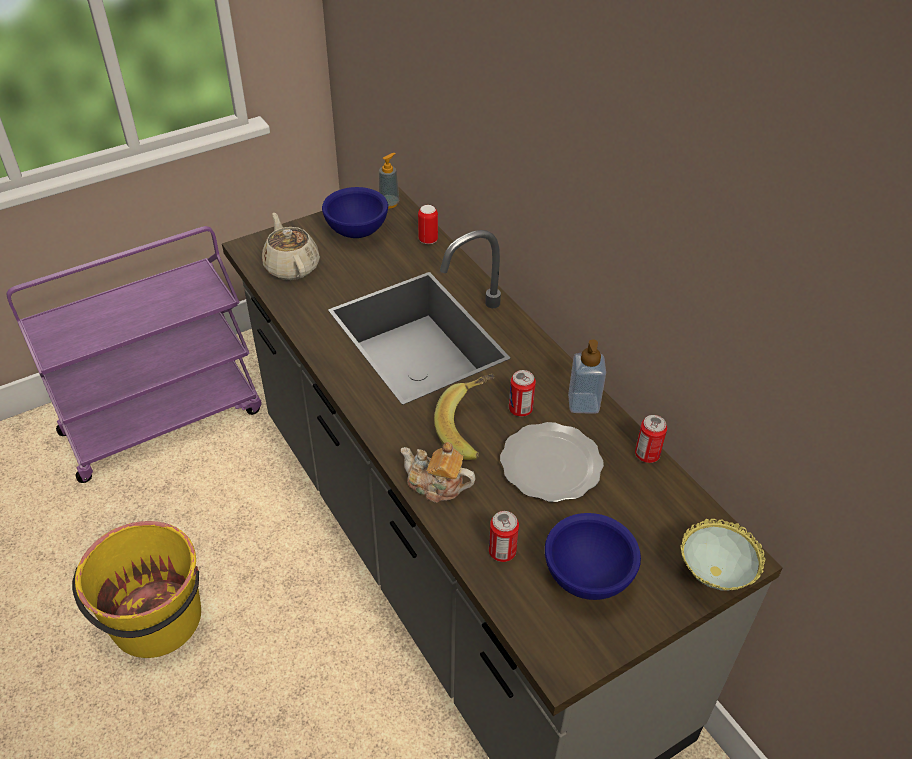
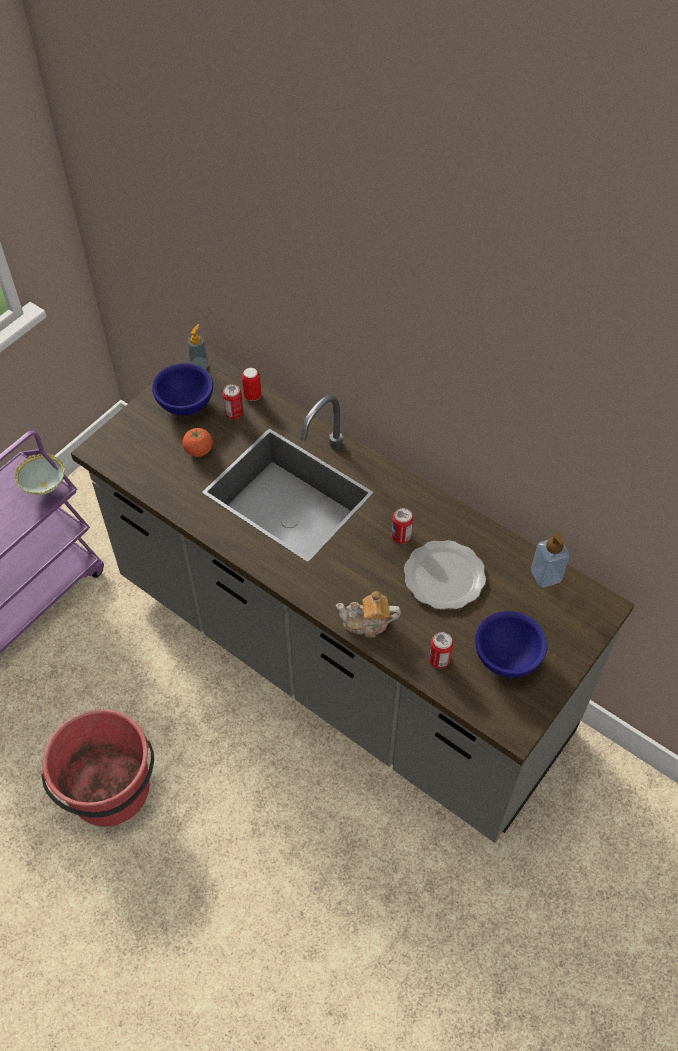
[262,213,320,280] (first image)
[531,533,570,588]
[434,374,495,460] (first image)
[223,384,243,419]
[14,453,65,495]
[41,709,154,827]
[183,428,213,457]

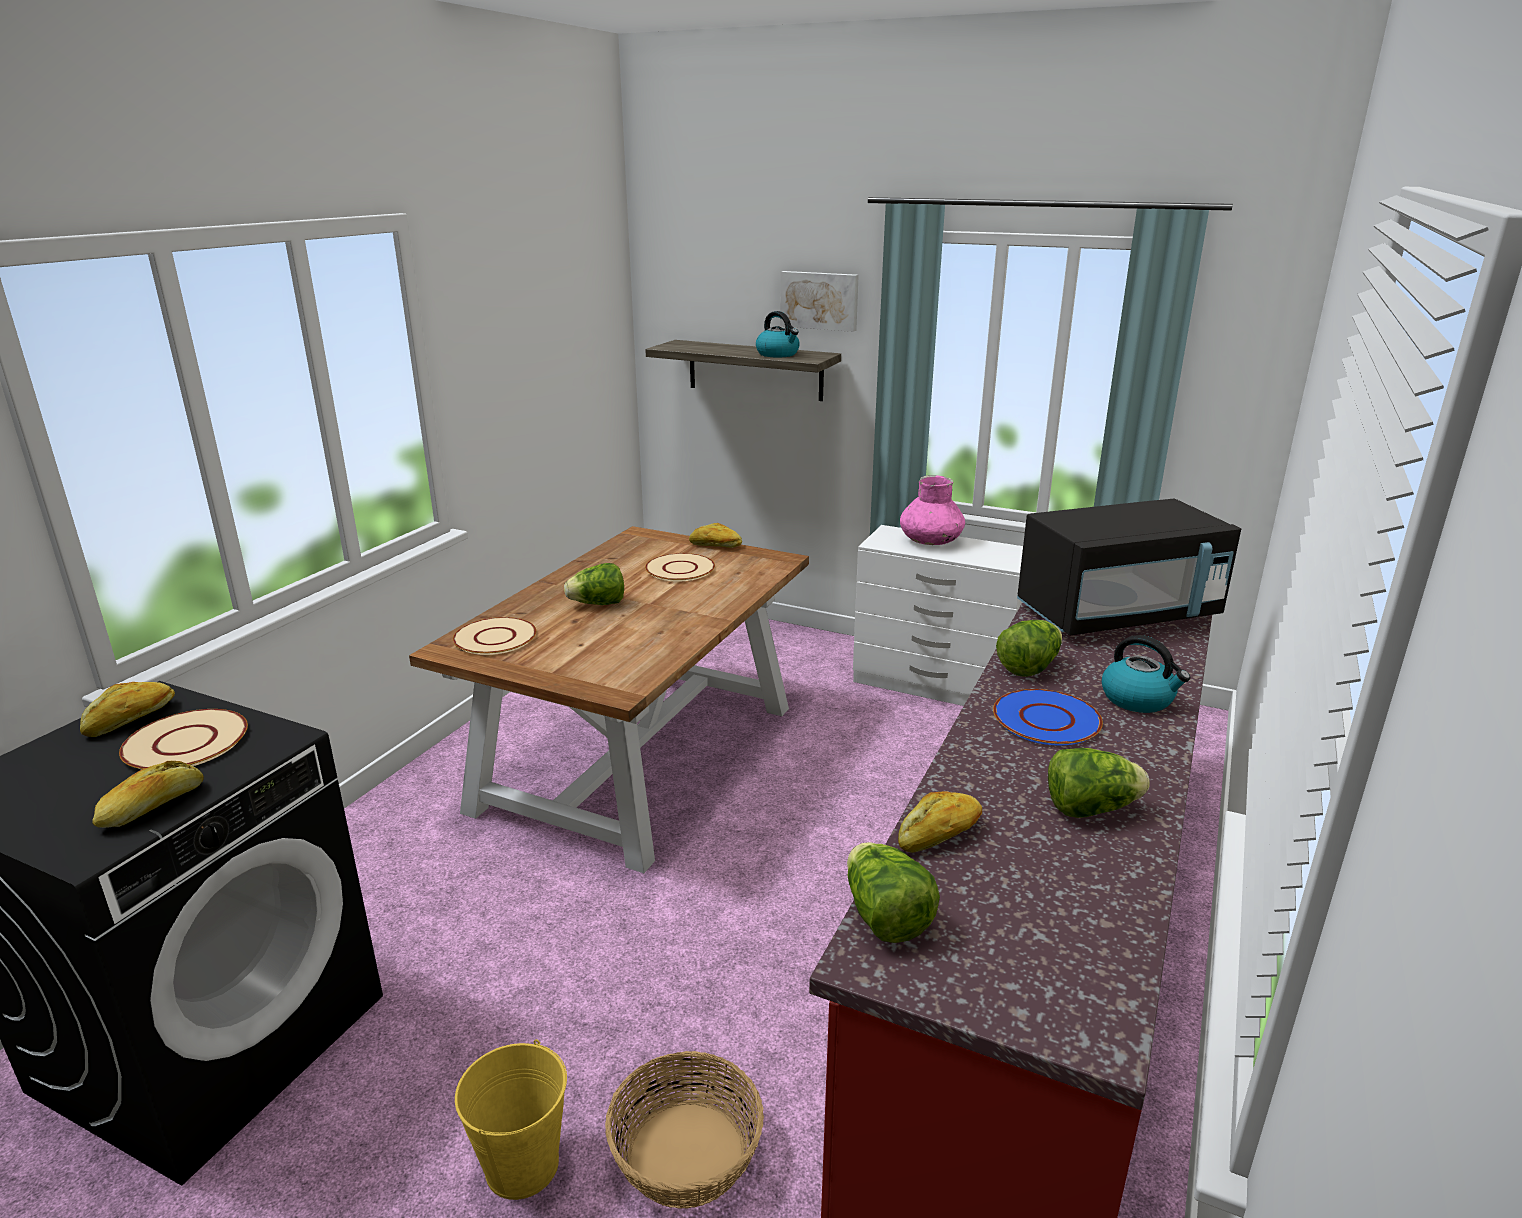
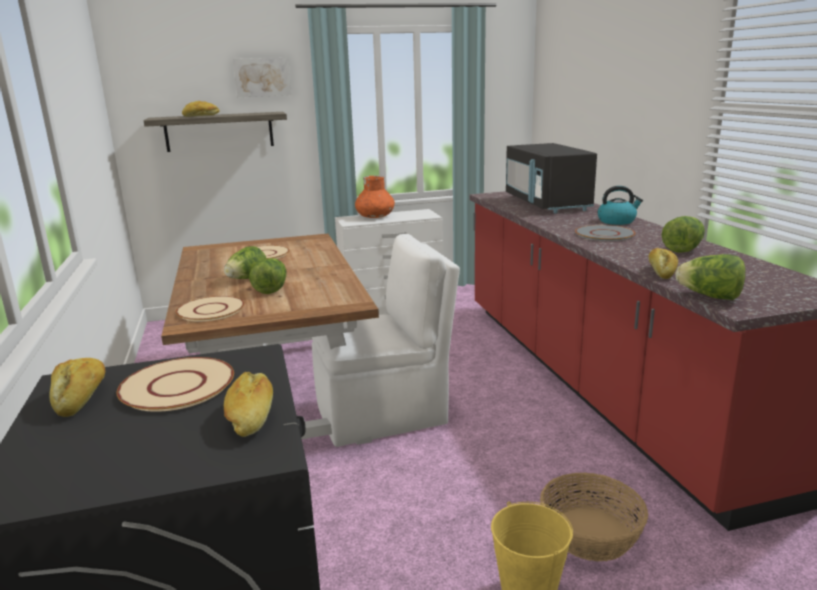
[756,311,800,358] (first image)
[355,175,395,218]
[506,143,597,213]
[182,101,220,117]
[249,258,286,294]
[575,225,636,241]
[312,234,460,447]

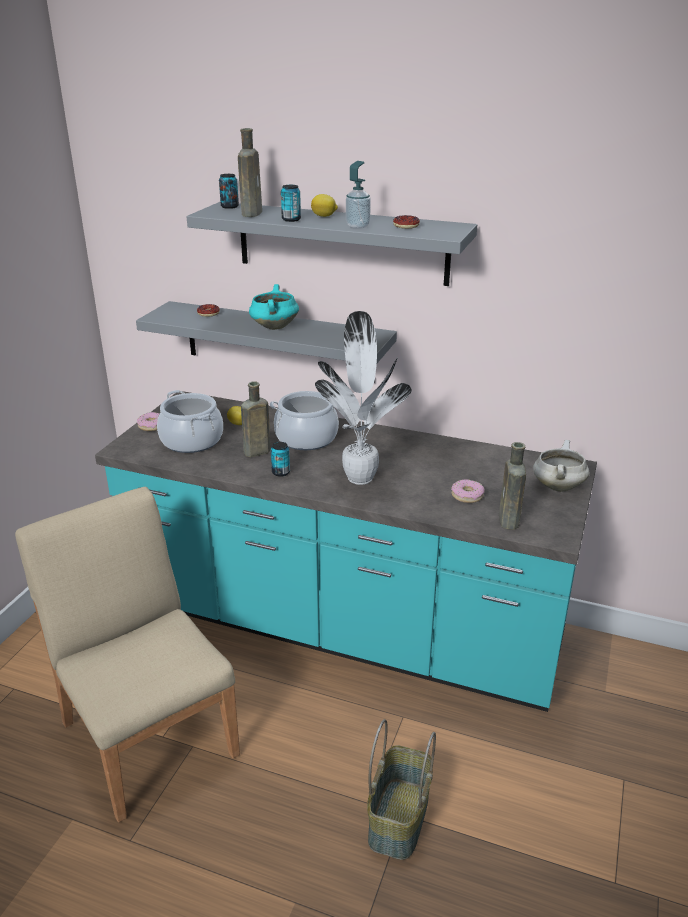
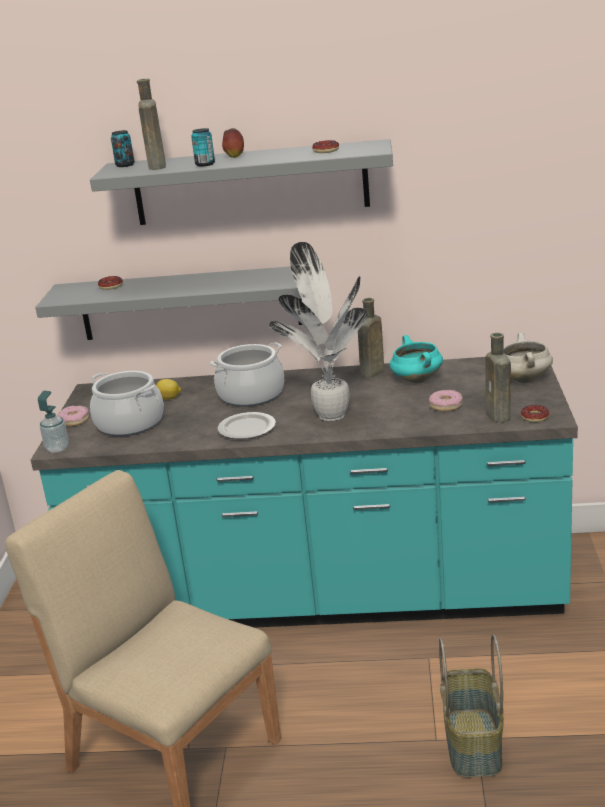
[38,391,69,453]
[222,128,244,158]
[390,335,443,383]
[358,298,384,378]
[218,412,276,439]
[521,405,549,422]

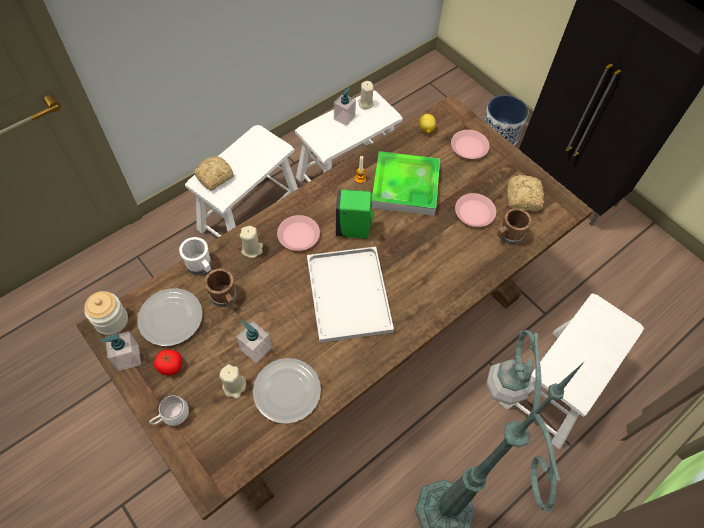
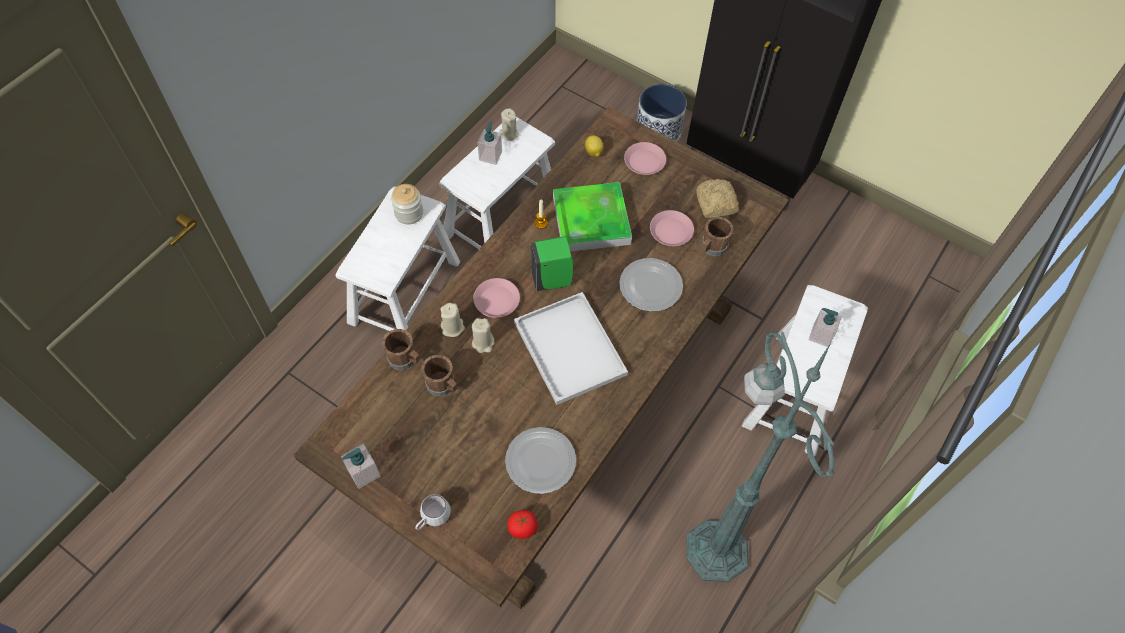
[194,156,234,191] (first image)
[382,329,420,370]
[619,258,683,312]
[391,184,423,224]
[809,308,842,347]
[508,510,537,539]
[472,318,495,353]

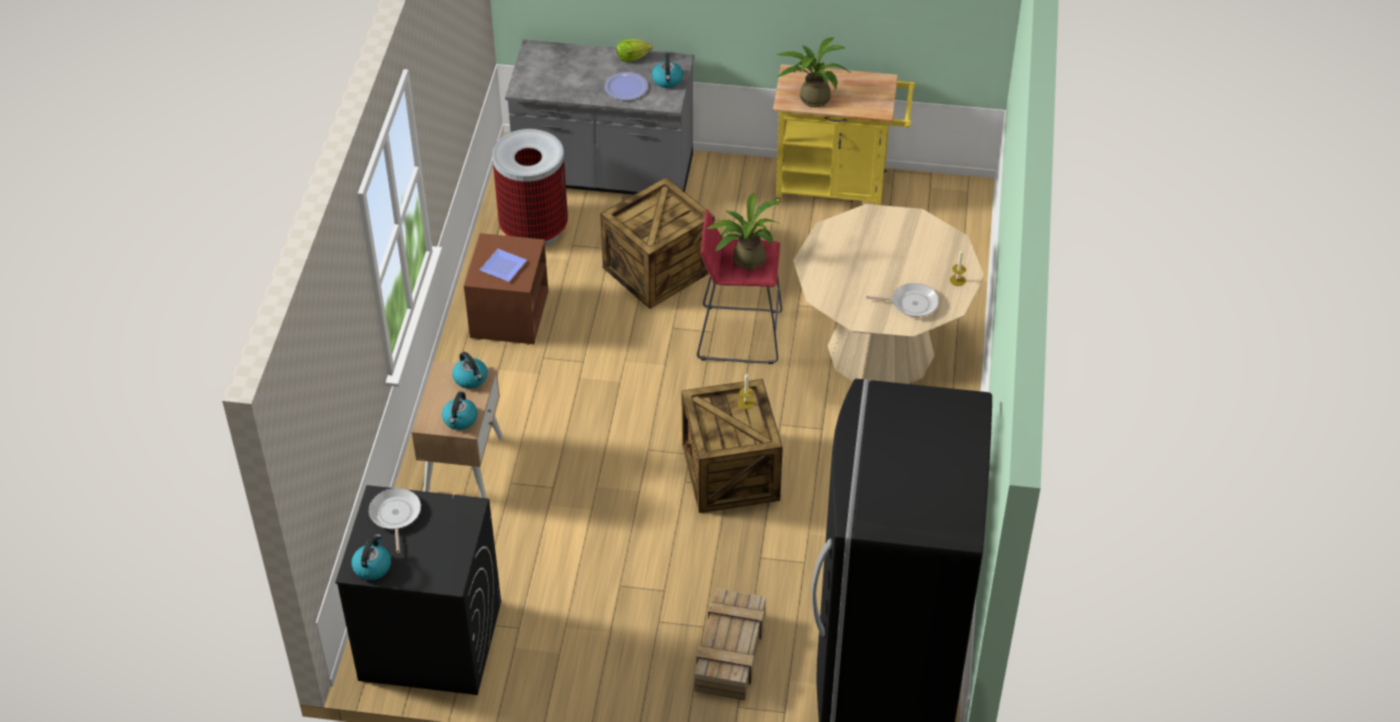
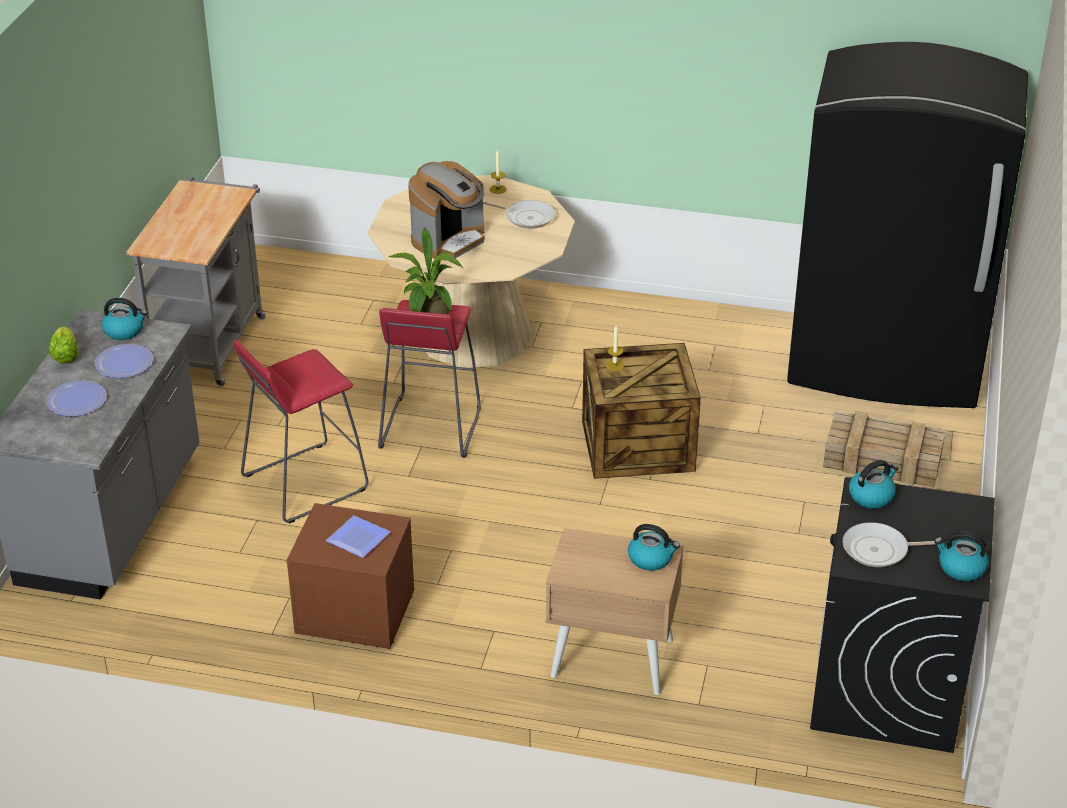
[777,38,852,107] (first image)
[126,177,266,387]
[492,129,568,246] (first image)
[233,340,368,523]
[483,200,555,229]
[849,460,898,509]
[408,161,485,259]
[46,380,107,417]

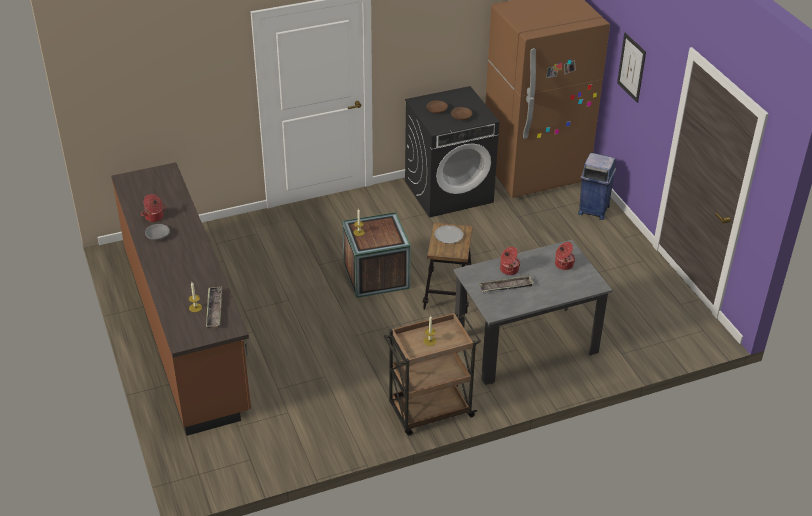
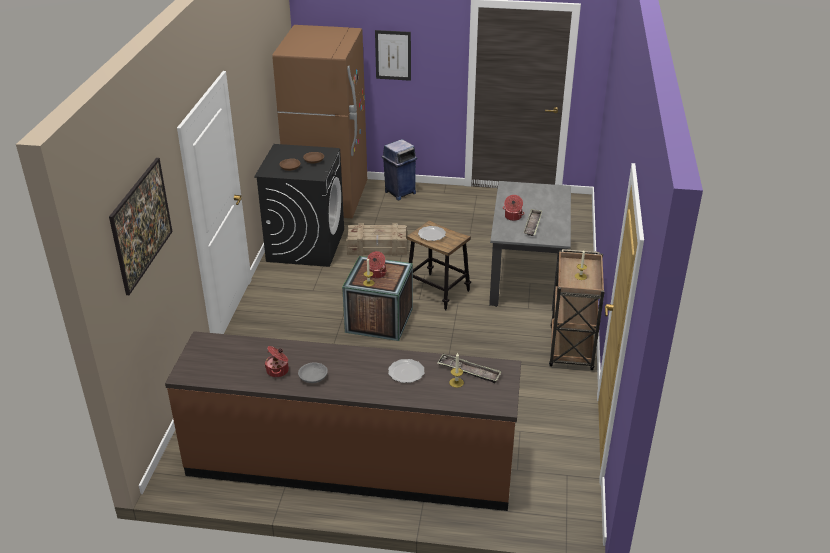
[367,251,387,278]
[109,158,172,295]
[346,223,407,256]
[388,359,425,383]

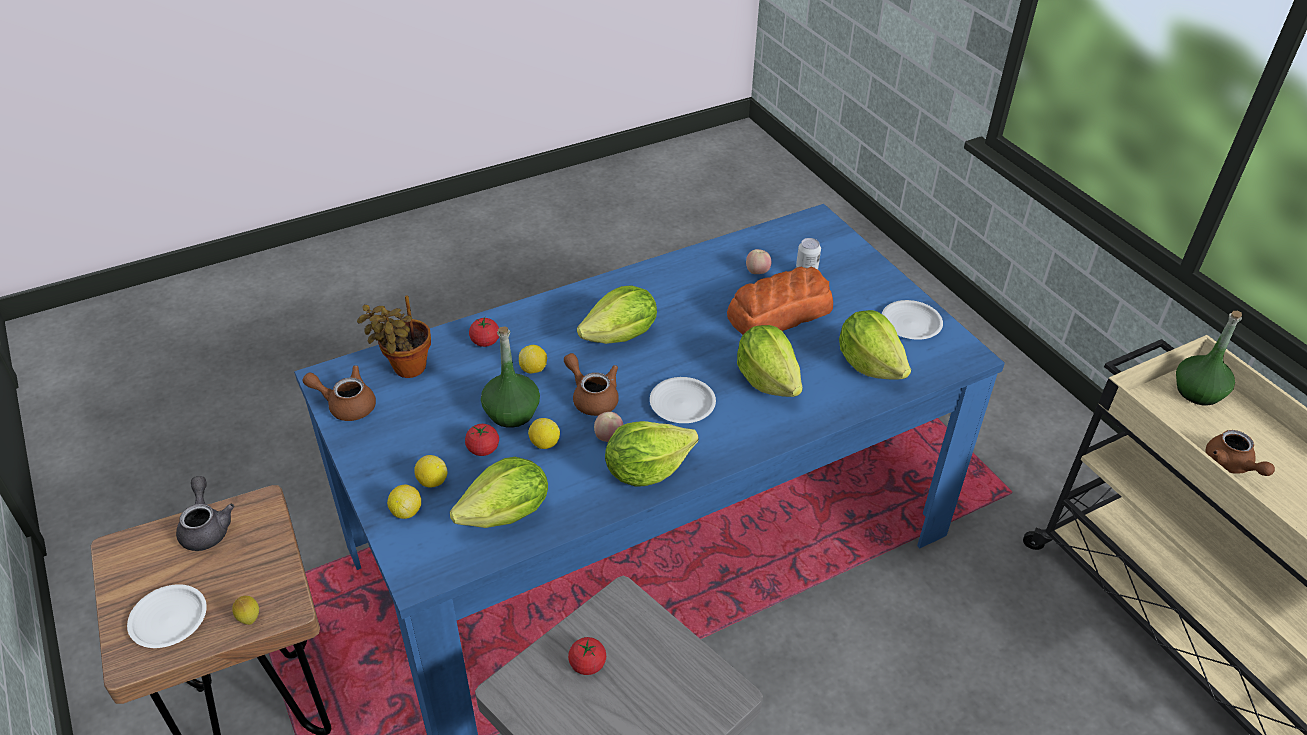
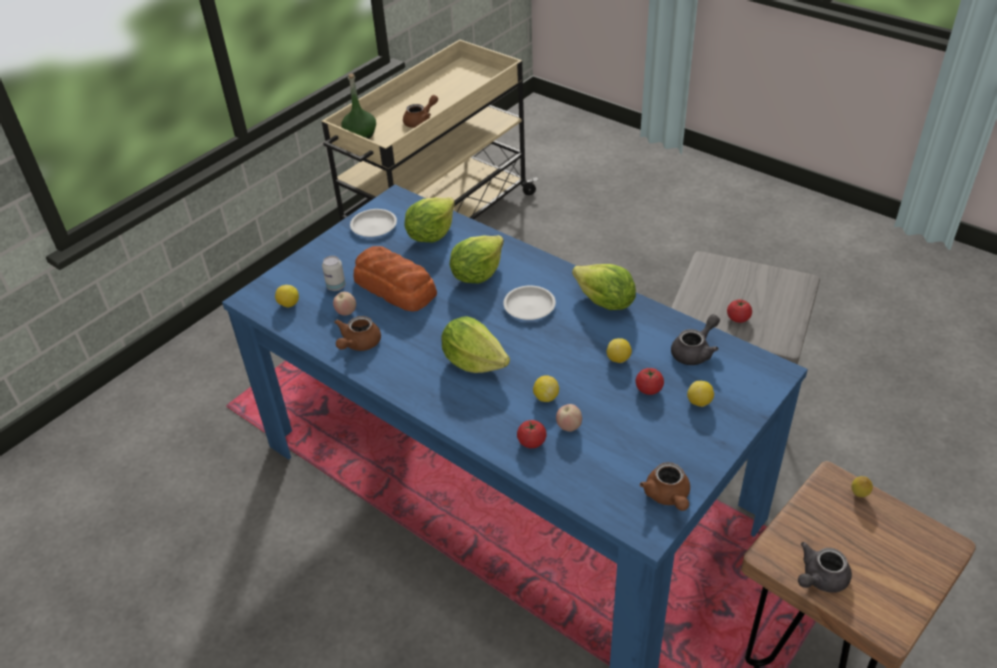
[357,296,431,378] (first image)
[481,326,540,428] (first image)
[334,316,381,351]
[556,404,582,432]
[671,314,720,365]
[275,285,299,308]
[127,584,207,648] (first image)

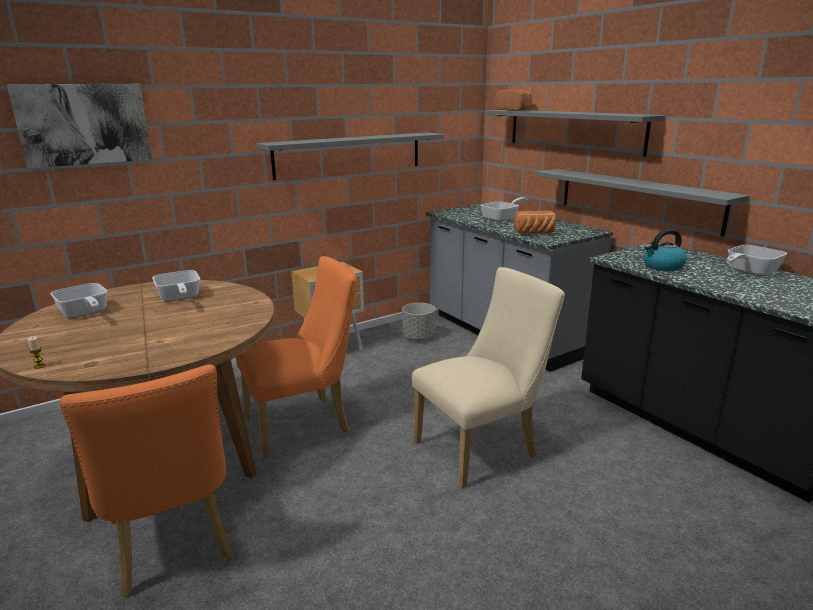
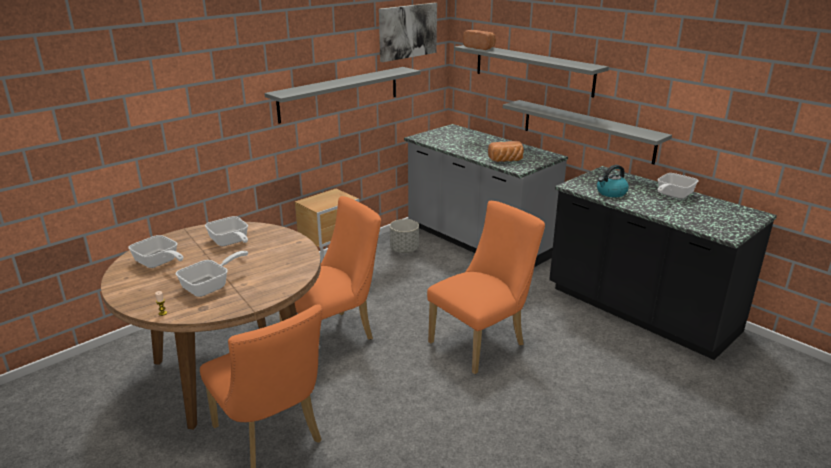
[379,3,437,62]
[176,251,248,297]
[427,201,545,374]

